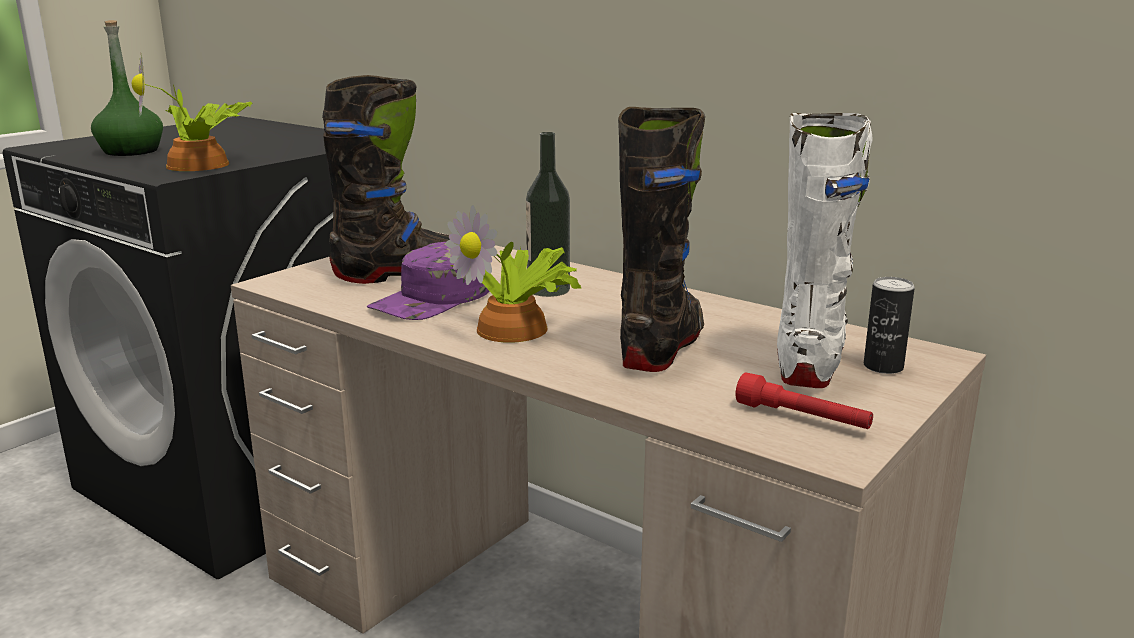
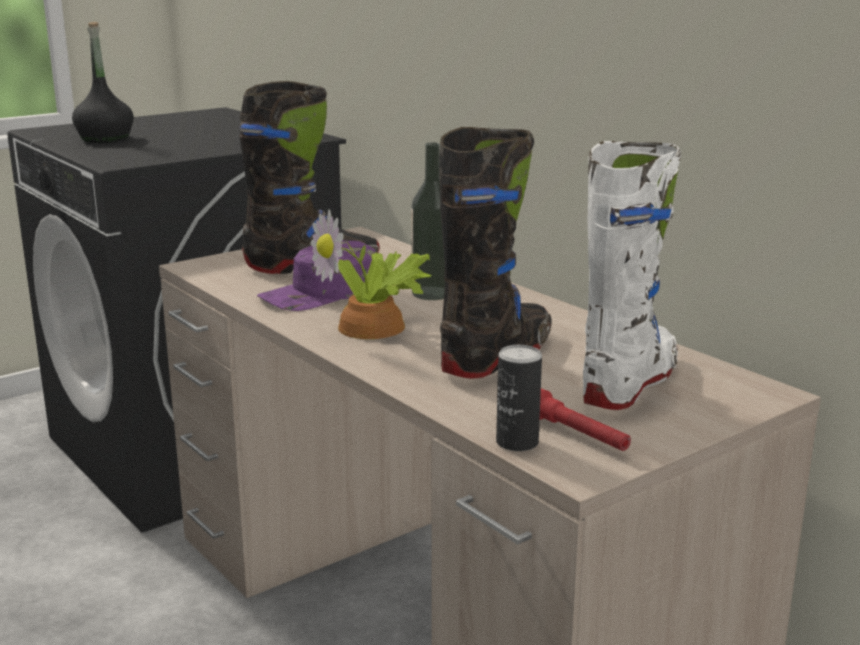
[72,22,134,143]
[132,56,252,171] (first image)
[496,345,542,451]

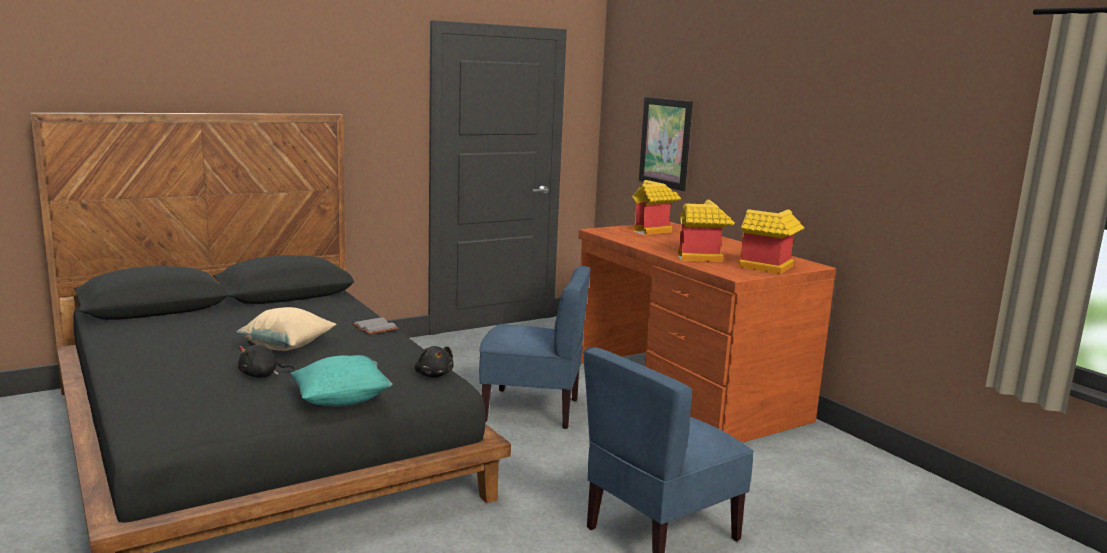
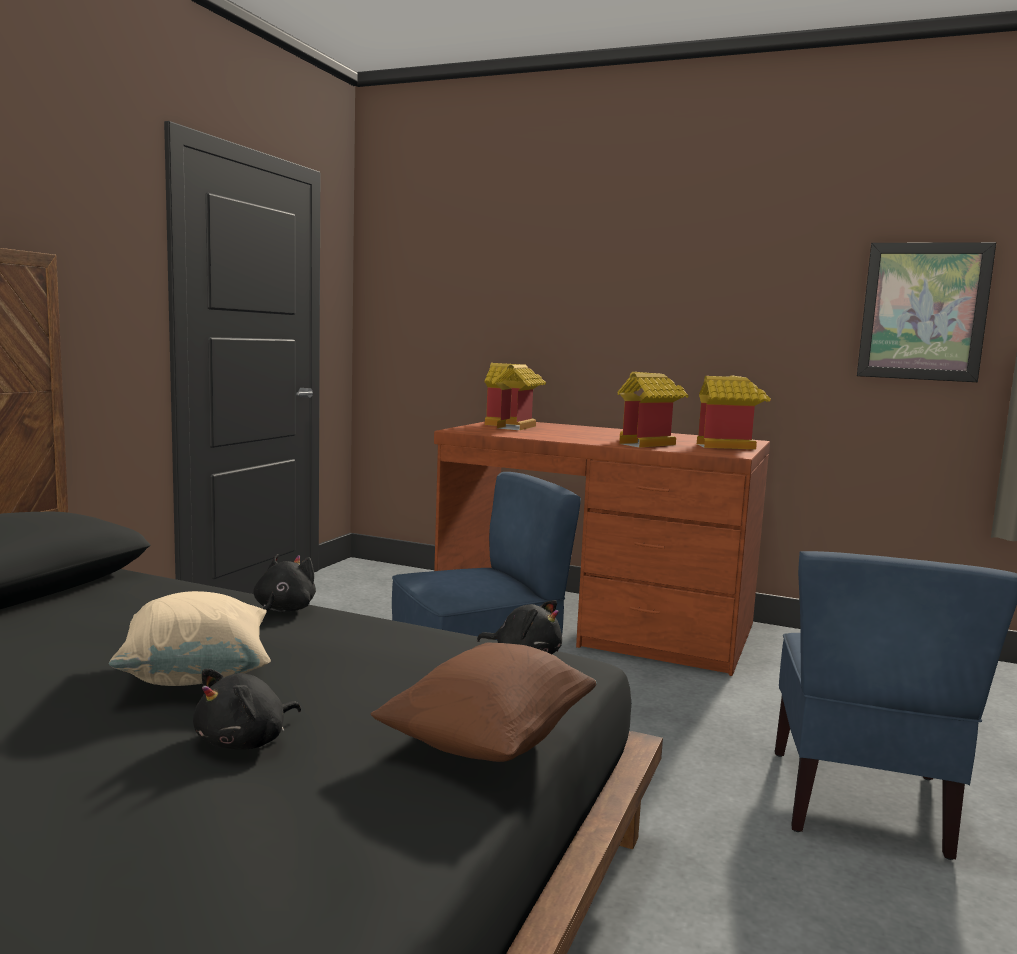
[857,242,996,382]
[254,554,316,612]
[370,642,597,762]

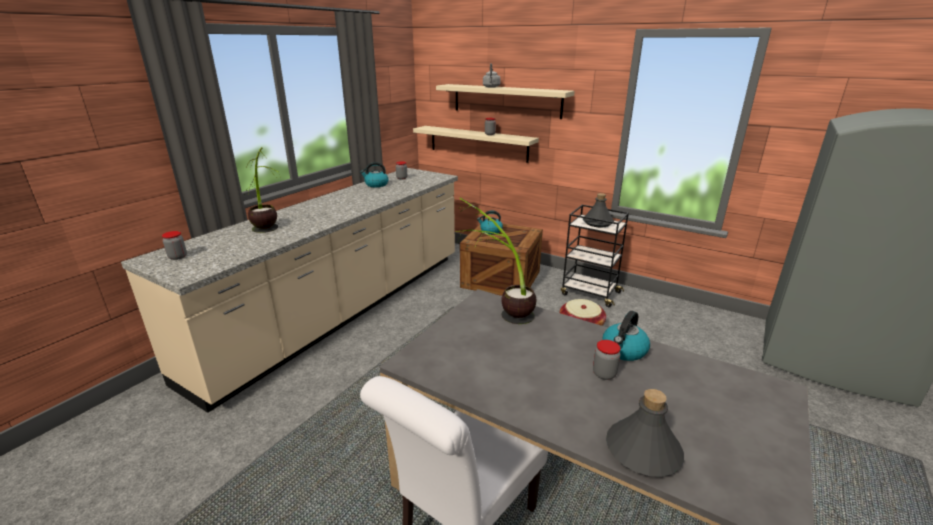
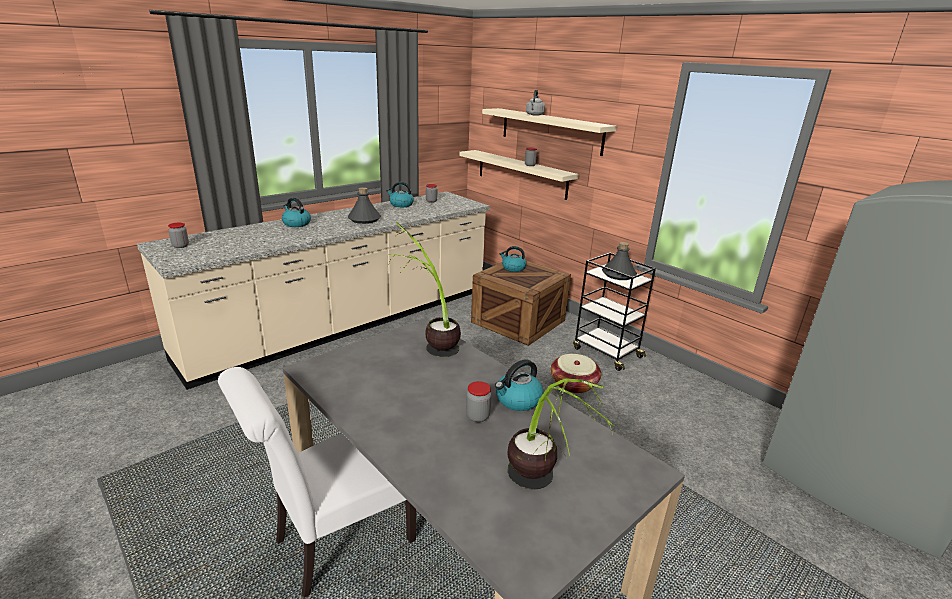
[507,379,614,490]
[348,187,381,224]
[282,198,311,227]

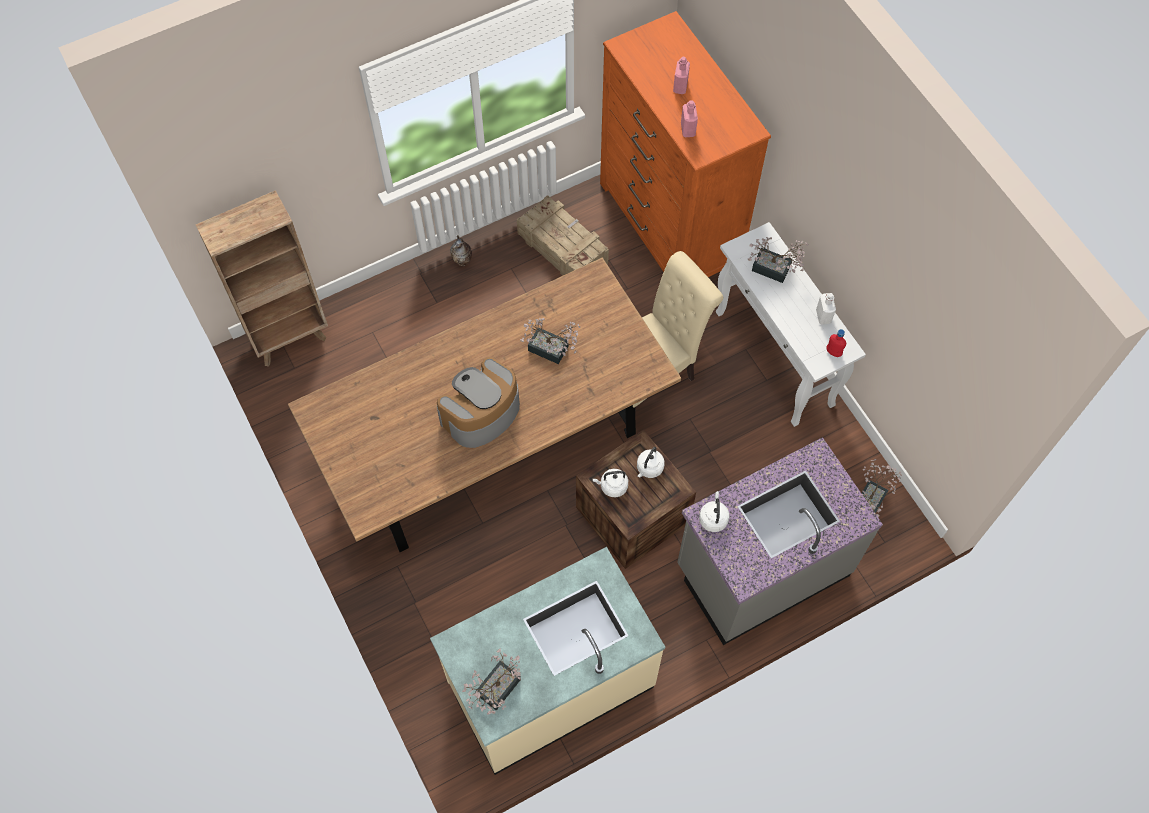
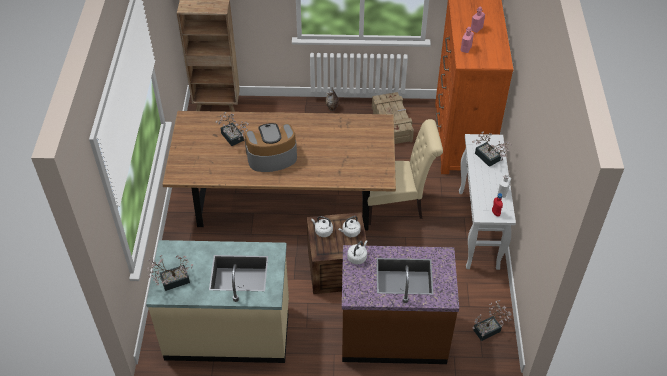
[216,112,249,146]
[342,245,459,364]

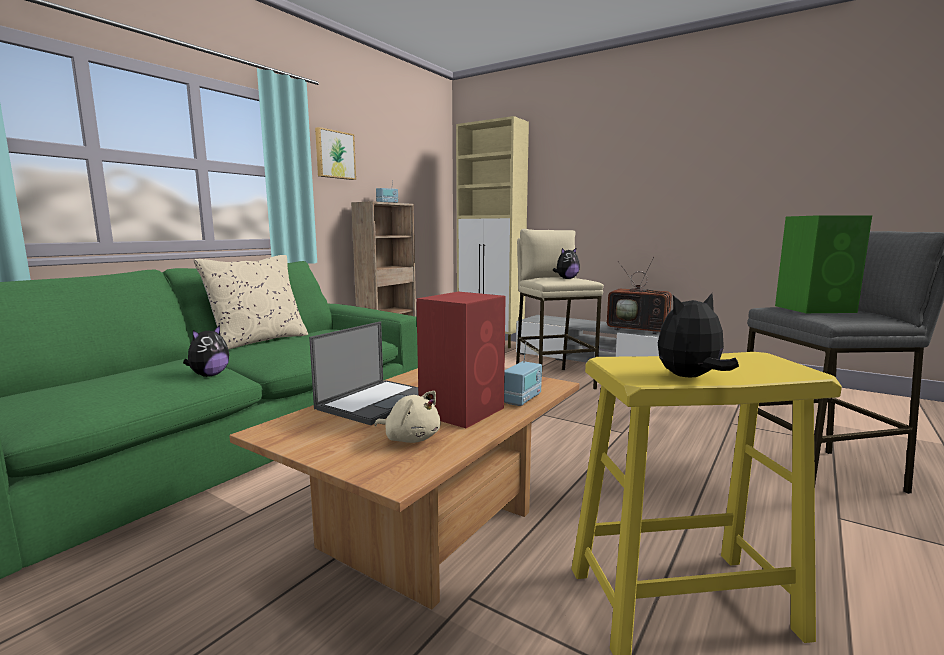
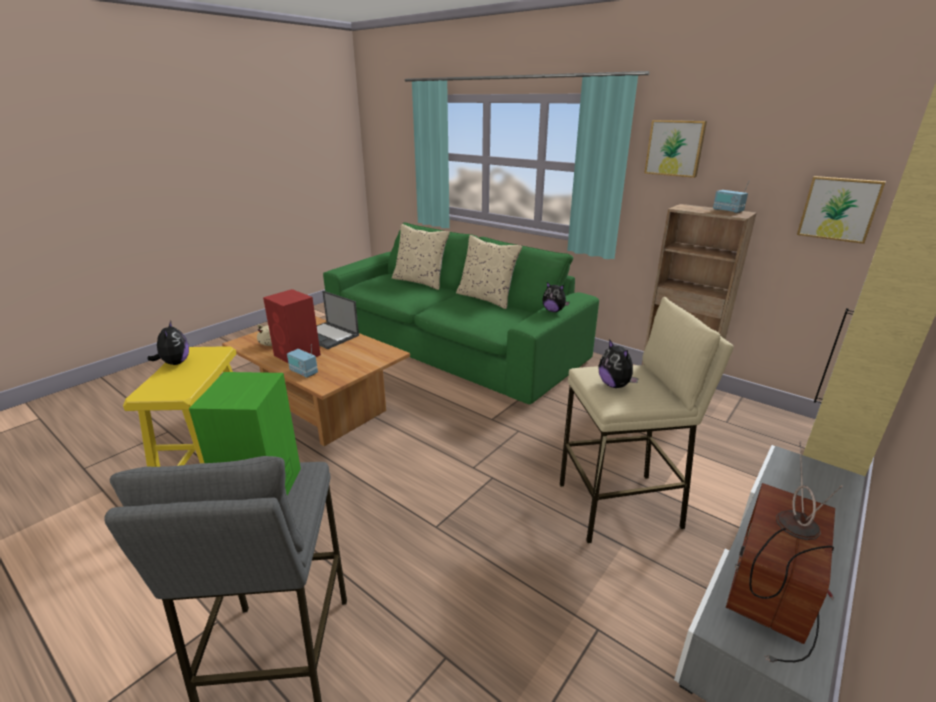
[542,282,570,312]
[797,176,886,244]
[392,224,450,290]

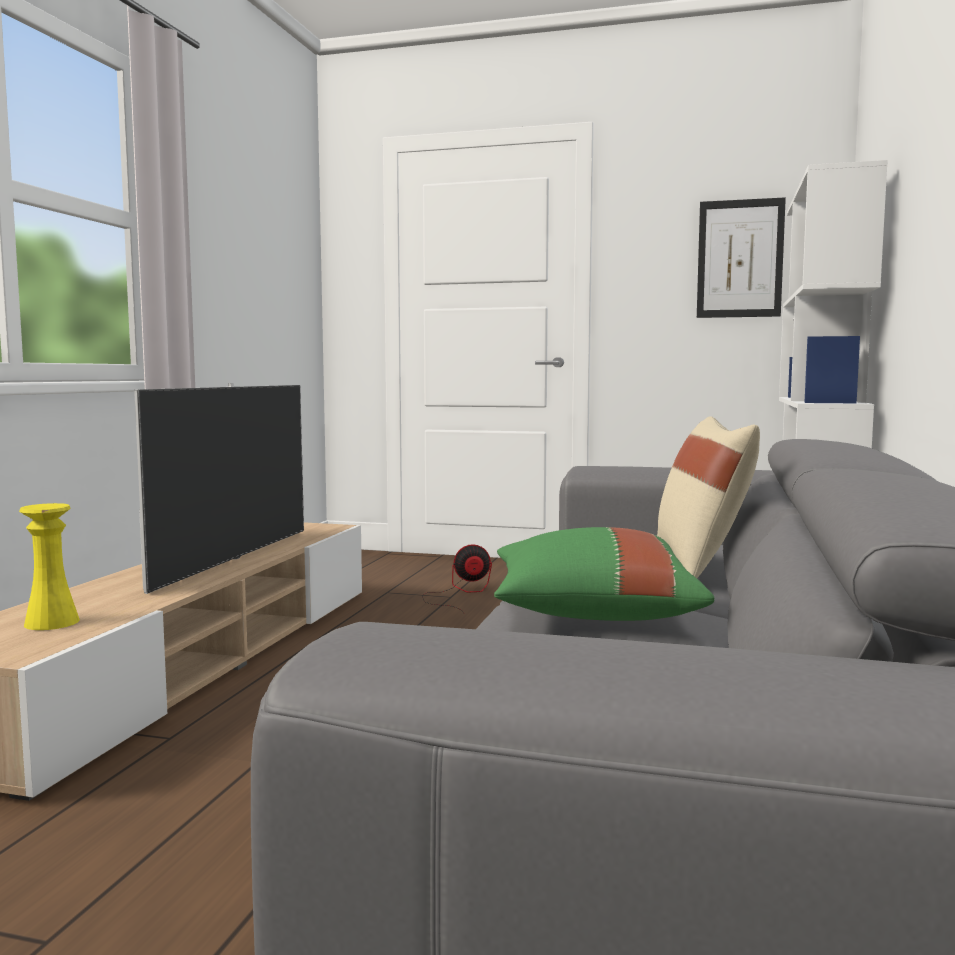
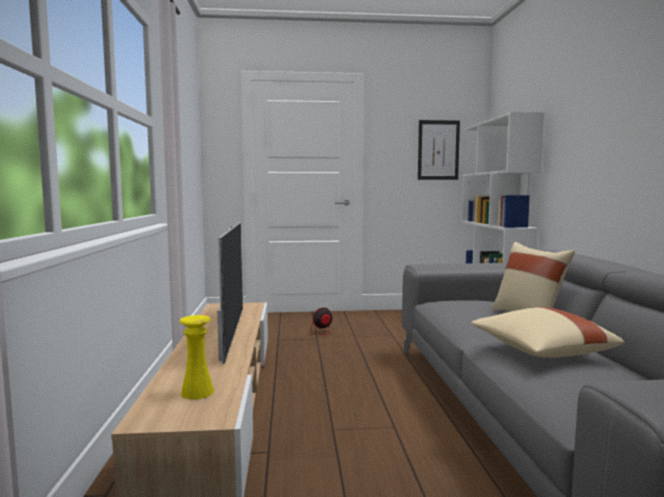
[471,307,624,358]

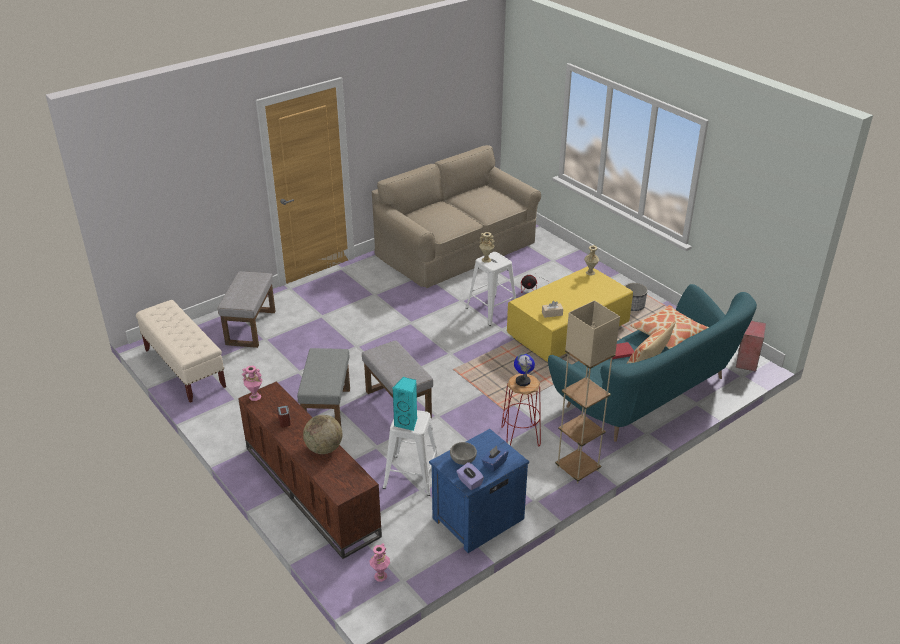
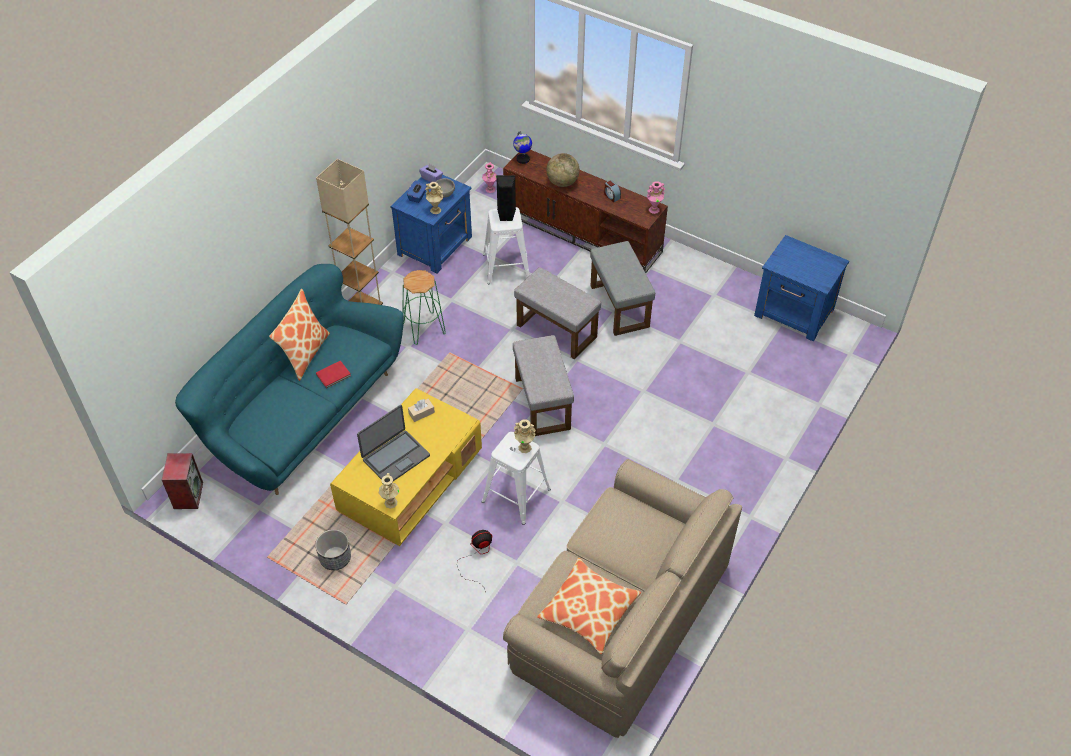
[513,335,574,436]
[754,235,849,342]
[537,558,641,655]
[513,131,532,164]
[403,270,446,345]
[496,175,516,221]
[425,182,443,214]
[357,405,430,481]

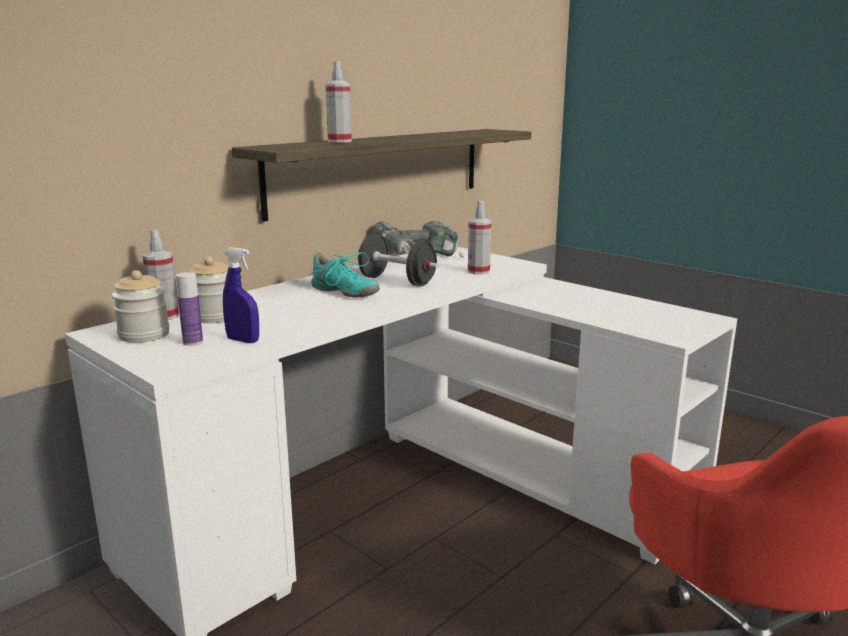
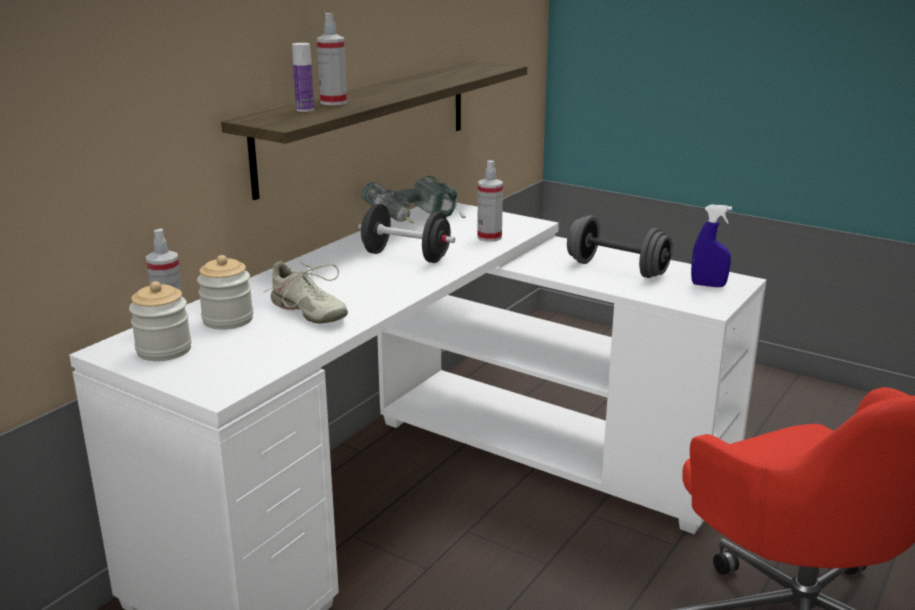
[691,204,732,287]
[309,252,380,298] (first image)
[292,43,314,112]
[567,215,673,278]
[264,261,348,323]

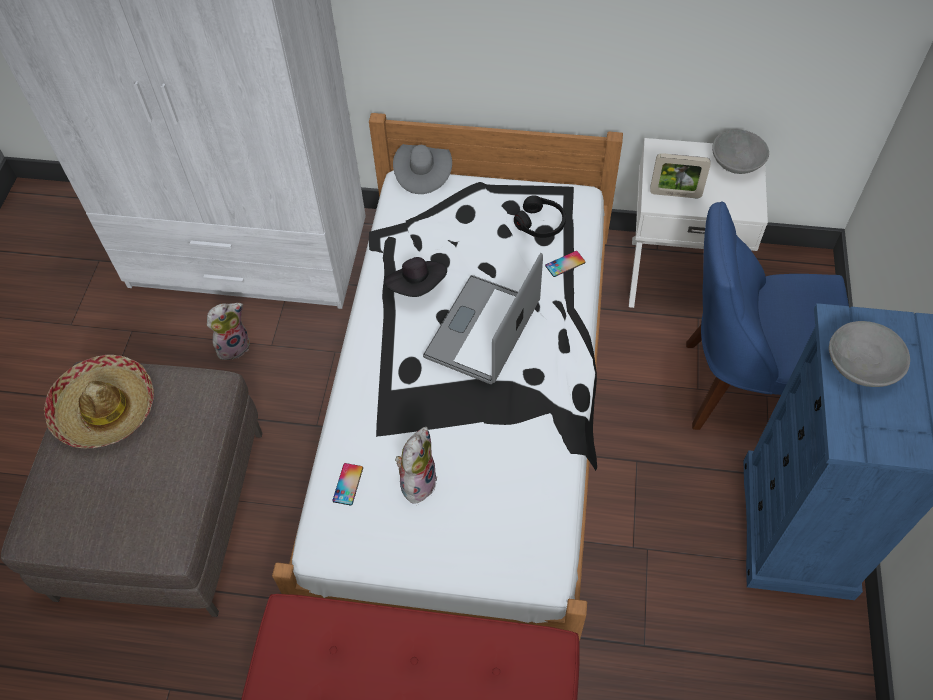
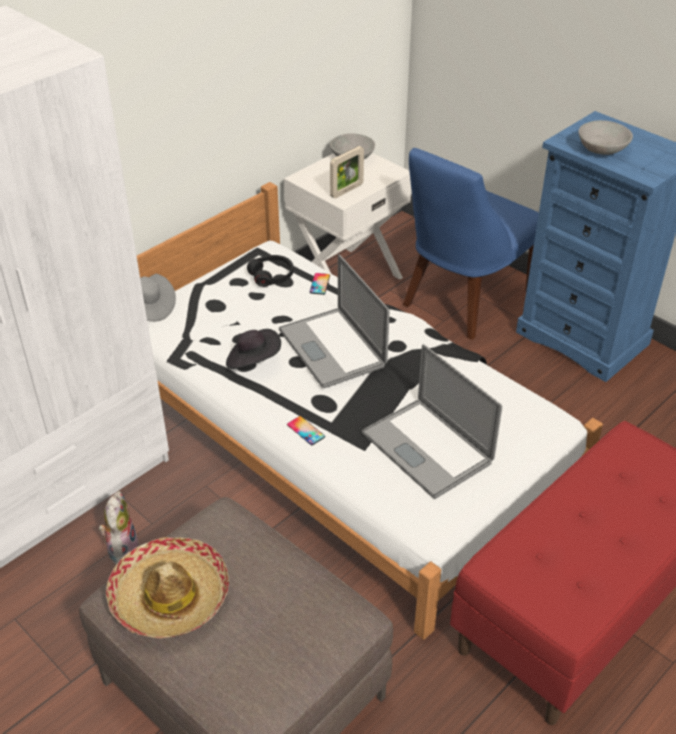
[362,344,502,499]
[287,416,325,445]

